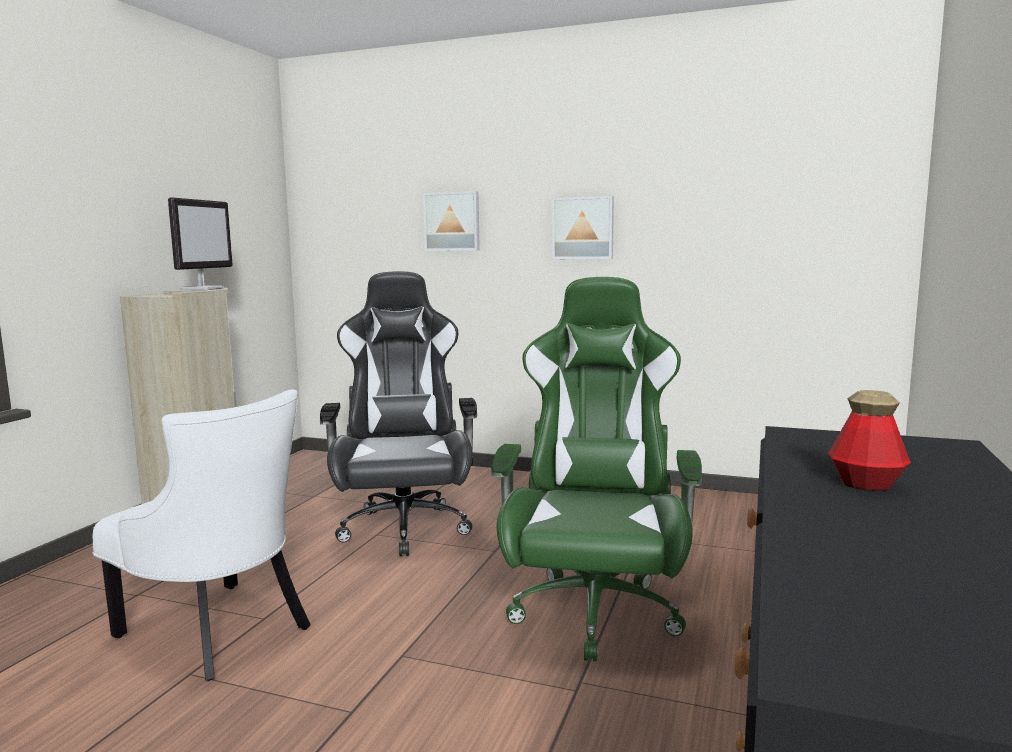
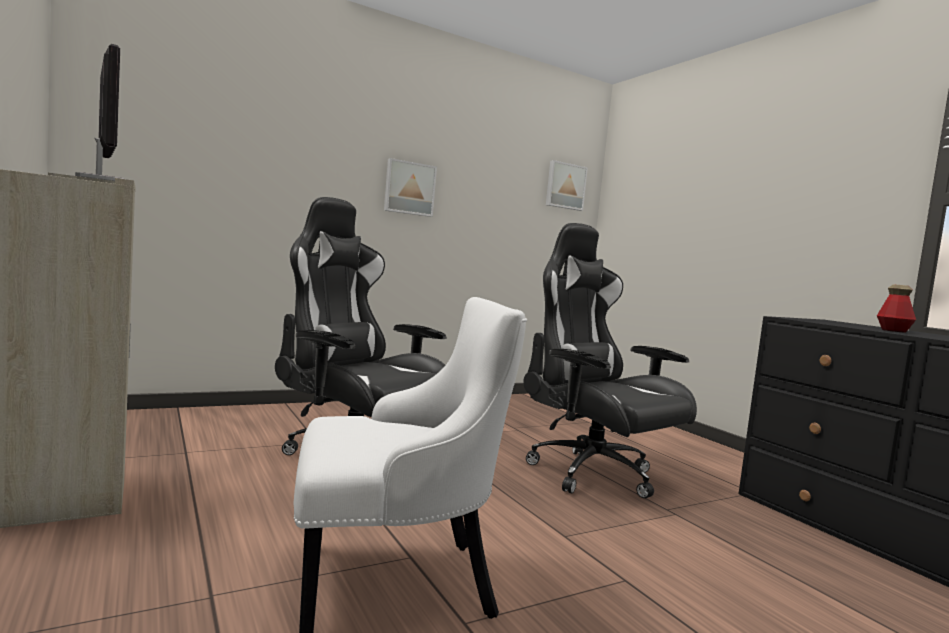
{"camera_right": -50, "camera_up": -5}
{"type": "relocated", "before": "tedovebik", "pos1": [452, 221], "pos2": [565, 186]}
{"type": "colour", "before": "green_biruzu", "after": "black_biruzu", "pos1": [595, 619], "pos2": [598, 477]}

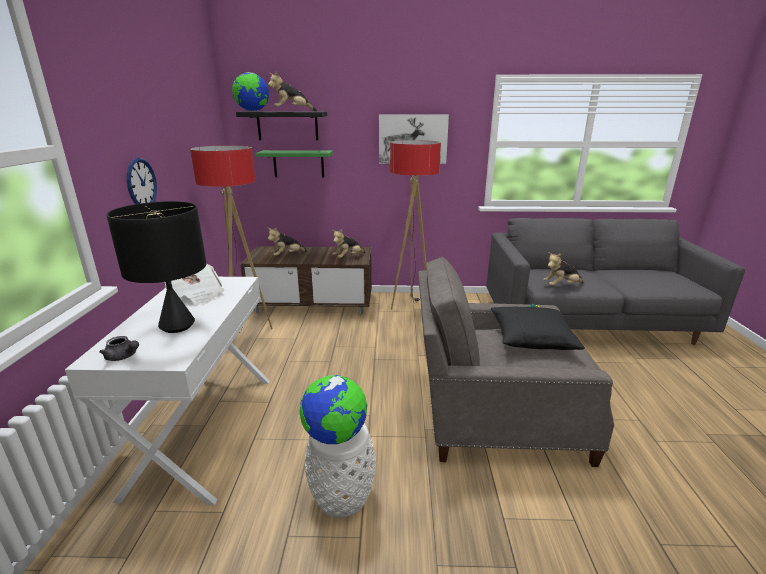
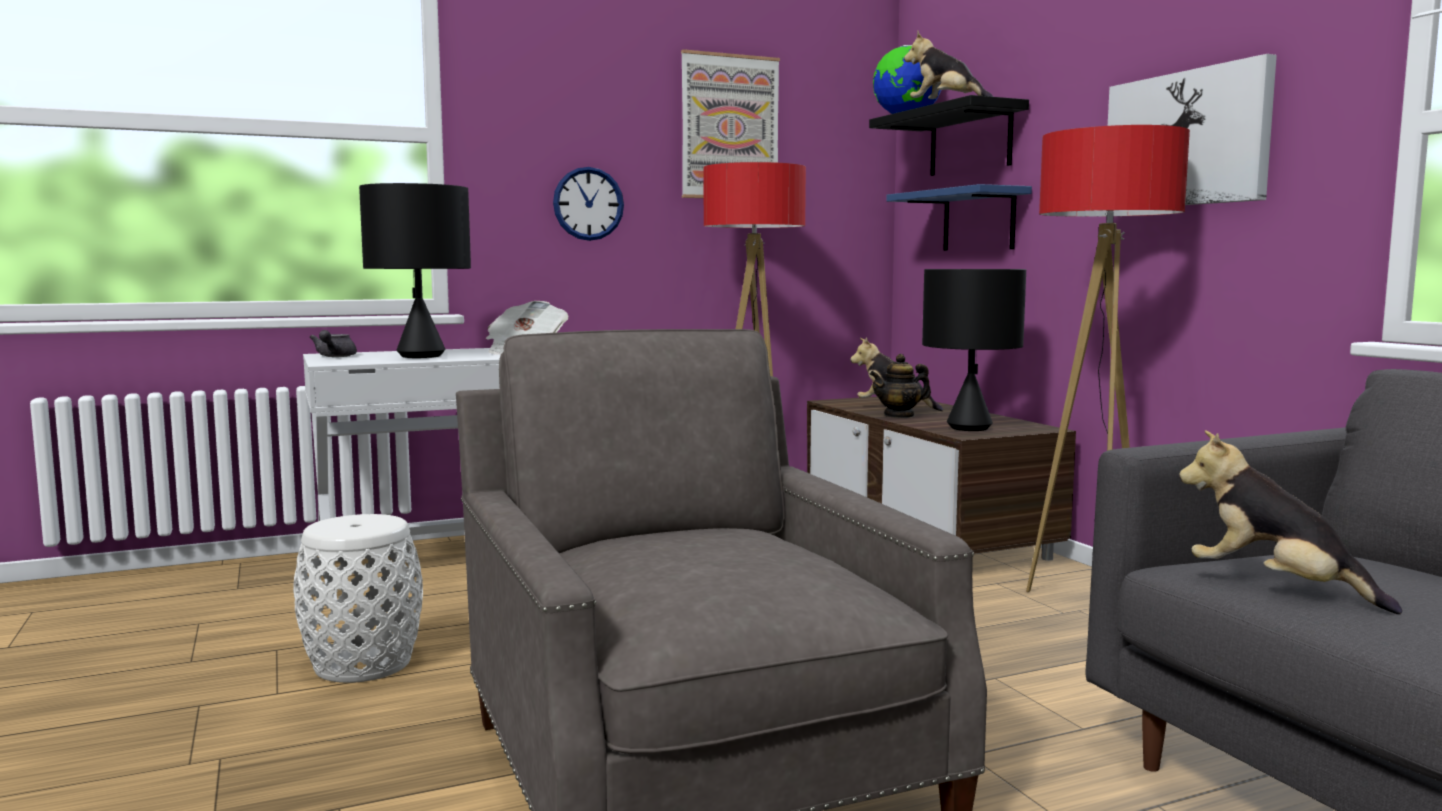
{"camera_right": 65, "camera_up": -15}
{"type": "missing", "before": "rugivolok", "pos1": [335, 435]}
{"type": "missing", "before": "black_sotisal", "pos1": [532, 340]}
{"type": "appeared", "after": "tedovebik", "pos2": [729, 127]}
{"type": "appeared", "after": "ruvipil", "pos2": [899, 416]}
{"type": "exchanged", "before": "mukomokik", "after": "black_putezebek", "pos1": [348, 257], "pos2": [969, 428]}
{"type": "colour", "before": "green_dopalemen", "after": "blue_dopalemen", "pos1": [298, 163], "pos2": [978, 220]}

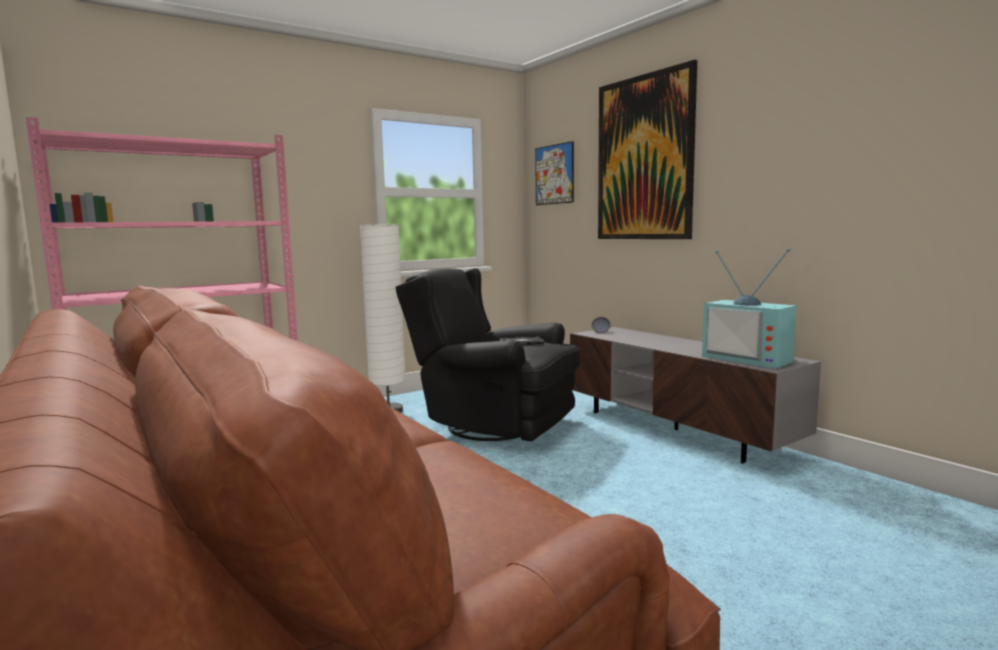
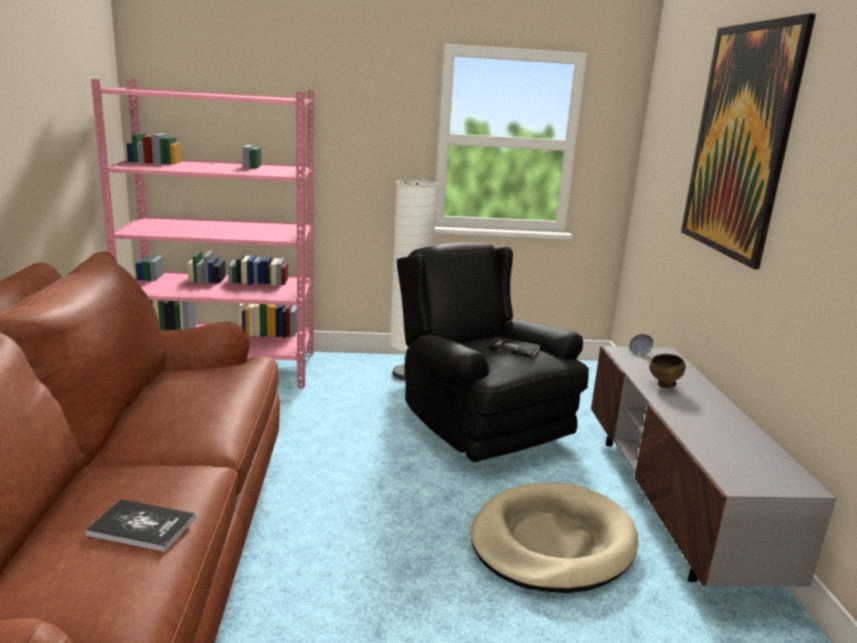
{"camera_right": 30, "camera_up": 10}
{"type": "missing", "before": "tedovebik", "pos1": [554, 174]}
{"type": "missing", "before": "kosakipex", "pos1": [749, 359]}
{"type": "appeared", "after": "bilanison", "pos2": [142, 527]}
{"type": "appeared", "after": "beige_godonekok", "pos2": [551, 542]}
{"type": "appeared", "after": "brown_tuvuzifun", "pos2": [664, 386]}

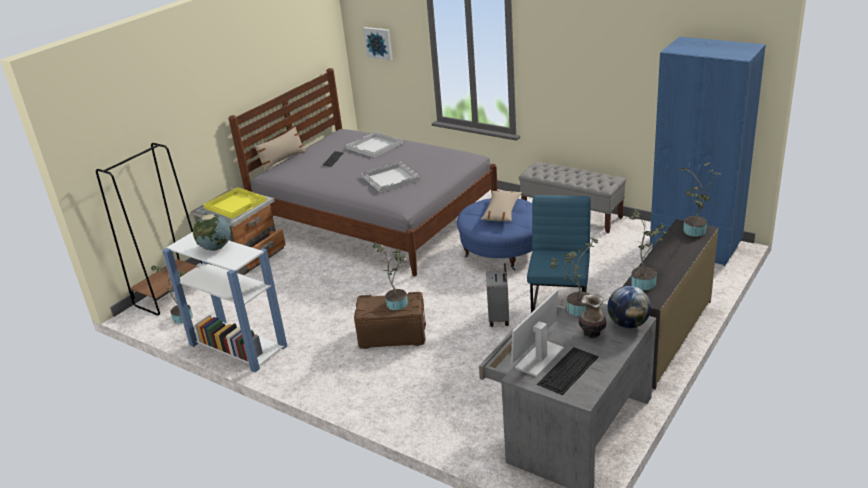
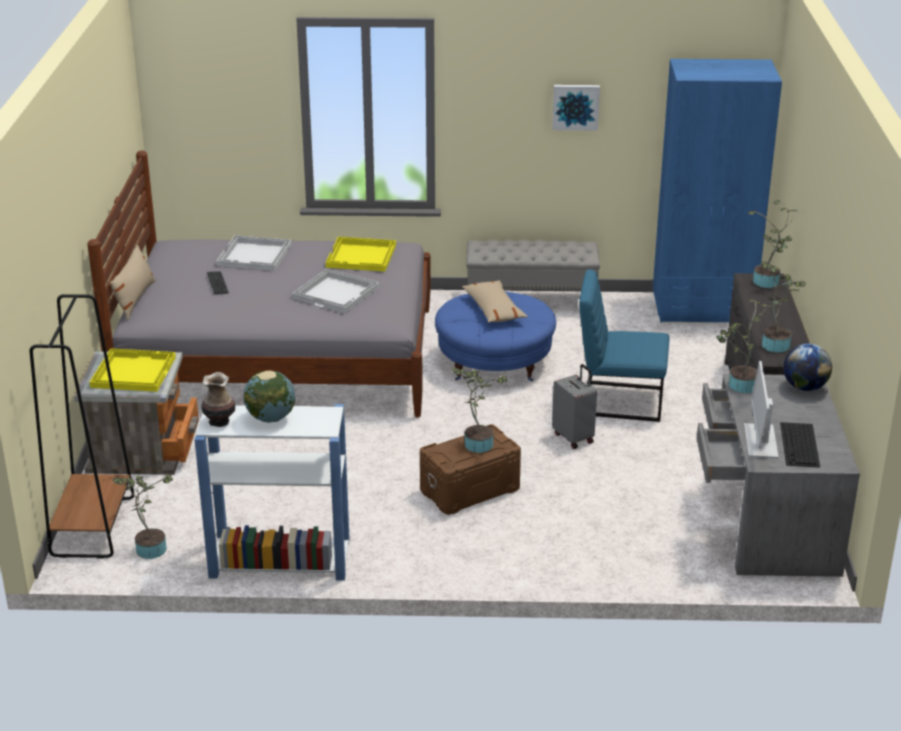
{"camera_right": -35, "camera_up": 0}
{"type": "appeared", "after": "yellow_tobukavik", "pos2": [361, 256]}
{"type": "relocated", "before": "tedovebik", "pos1": [379, 43], "pos2": [575, 106]}
{"type": "relocated", "before": "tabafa", "pos1": [591, 333], "pos2": [219, 421]}
{"type": "spun", "before": "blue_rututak", "pos1": [560, 300], "pos2": [619, 401], "turn": -60}

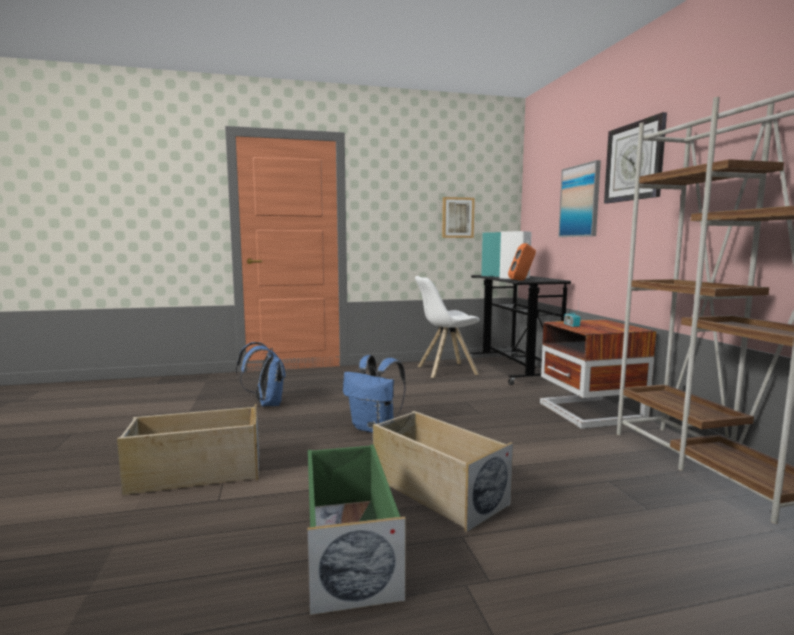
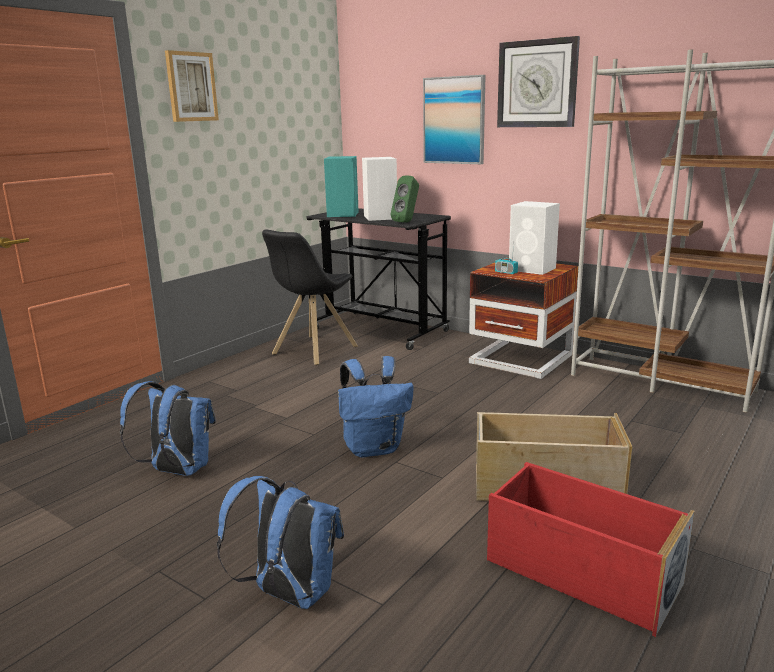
{"camera_right": -40, "camera_up": 10}
{"type": "appeared", "after": "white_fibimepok", "pos2": [533, 269]}
{"type": "relocated", "before": "tedovebik", "pos1": [457, 217], "pos2": [191, 87]}
{"type": "exchanged", "before": "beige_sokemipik", "after": "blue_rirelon", "pos1": [195, 474], "pos2": [289, 595]}
{"type": "colour", "before": "green_sokemipik", "after": "red_sokemipik", "pos1": [348, 548], "pos2": [580, 572]}
{"type": "colour", "before": "white_rututak", "after": "black_rututak", "pos1": [446, 370], "pos2": [314, 350]}
{"type": "colour", "before": "orange_fibimepok", "after": "green_fibimepok", "pos1": [521, 280], "pos2": [407, 222]}

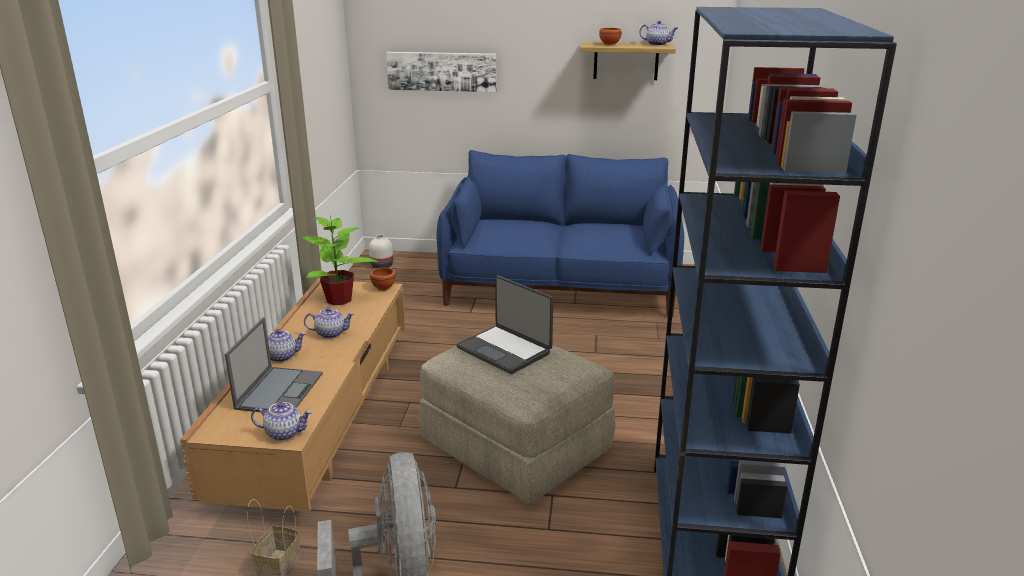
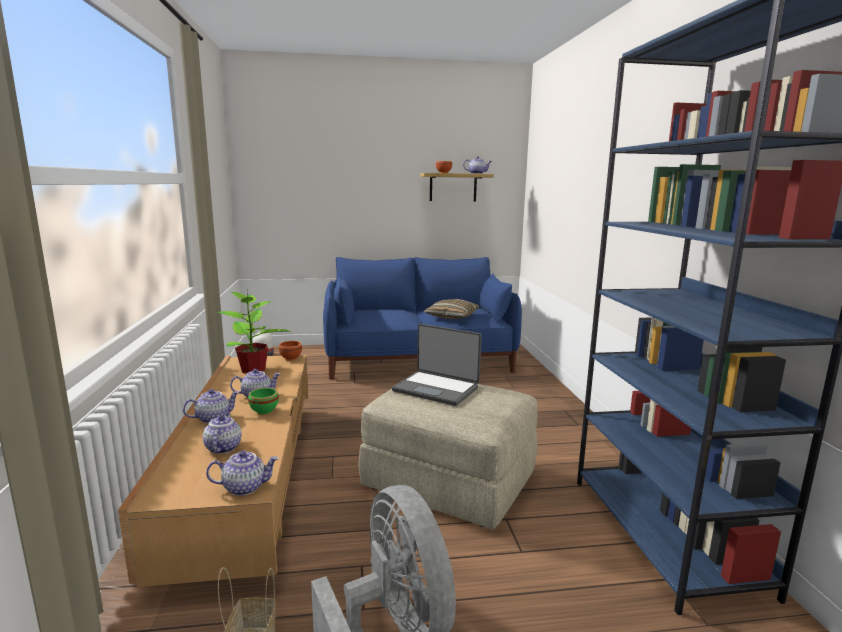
{"camera_right": -15, "camera_up": -10}
{"type": "missing", "before": "tedovebik", "pos1": [442, 71]}
{"type": "appeared", "after": "green_tuvuzifun", "pos2": [264, 412]}
{"type": "appeared", "after": "sotisal", "pos2": [452, 316]}
{"type": "exchanged", "before": "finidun", "after": "ruvipil", "pos1": [279, 390], "pos2": [223, 447]}

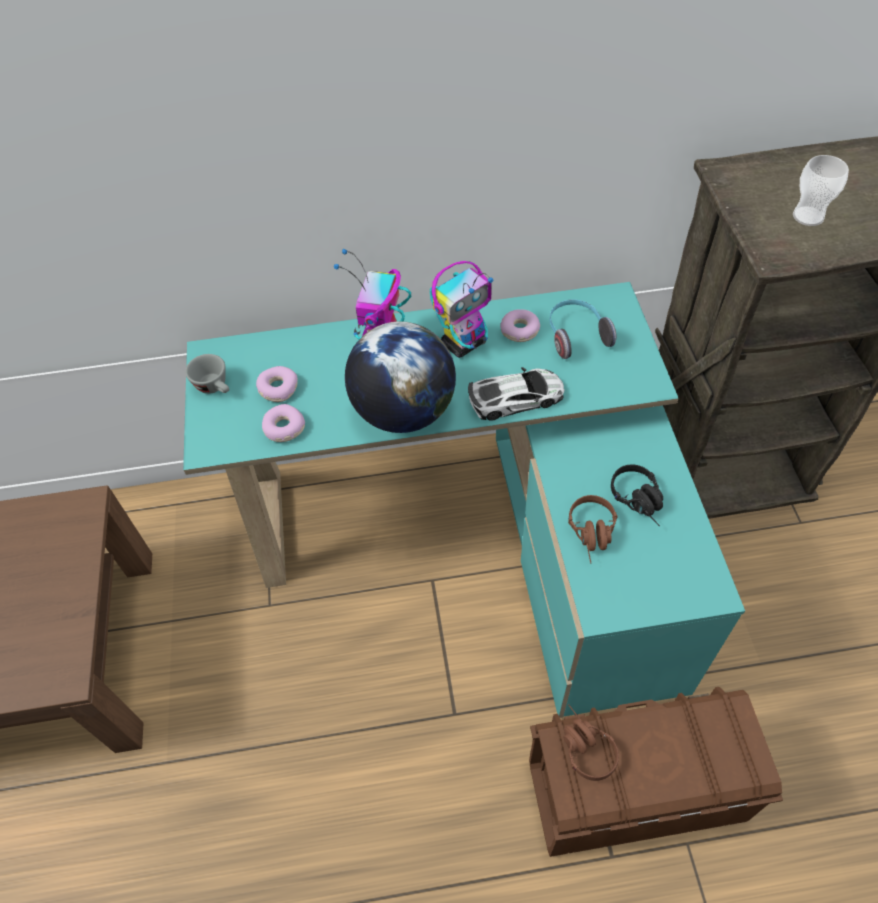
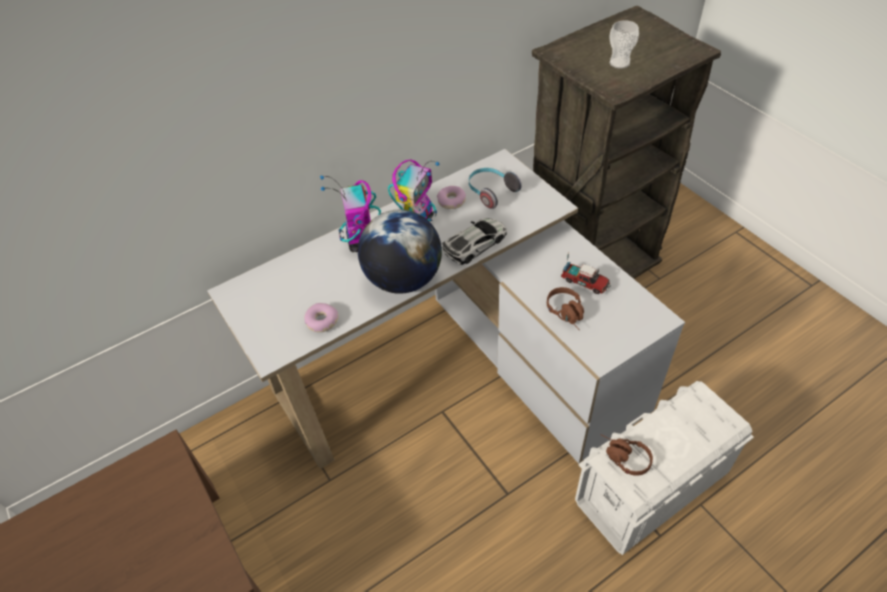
{"camera_right": -25, "camera_up": -5}
{"type": "missing", "before": "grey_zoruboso", "pos1": [215, 387]}
{"type": "missing", "before": "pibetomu", "pos1": [278, 388]}
{"type": "exchanged", "before": "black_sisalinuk", "after": "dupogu", "pos1": [640, 501], "pos2": [585, 282]}
{"type": "colour", "before": "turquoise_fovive", "after": "white_fovive", "pos1": [479, 534], "pos2": [458, 367]}
{"type": "colour", "before": "brown_sokemipik", "after": "white_sokemipik", "pos1": [632, 791], "pos2": [650, 488]}

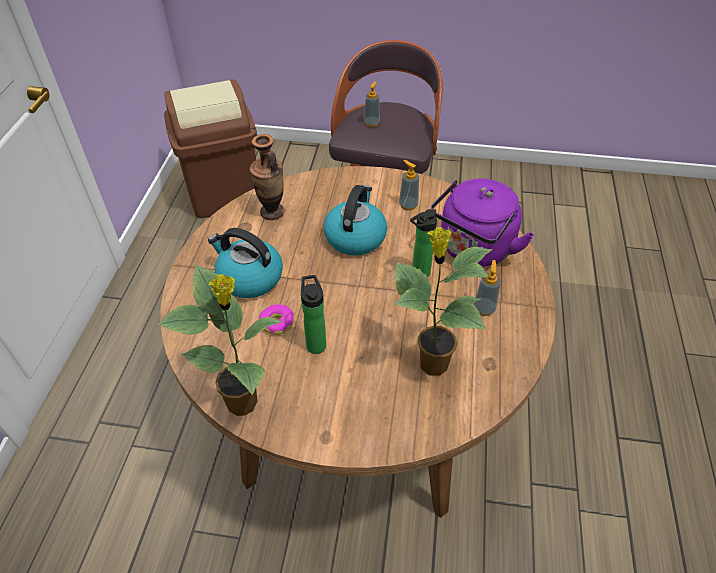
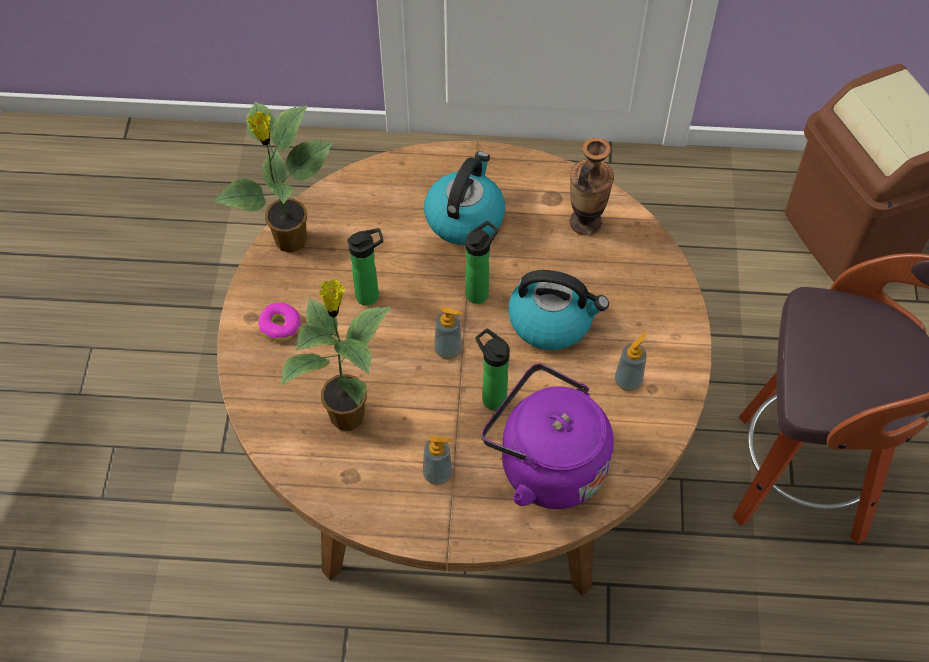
{"camera_right": 85, "camera_up": 10}
{"type": "appeared", "after": "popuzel", "pos2": [479, 292]}
{"type": "relocated", "before": "pibetomu", "pos1": [277, 323], "pos2": [280, 326]}
{"type": "relocated", "before": "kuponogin", "pos1": [371, 123], "pos2": [448, 349]}

